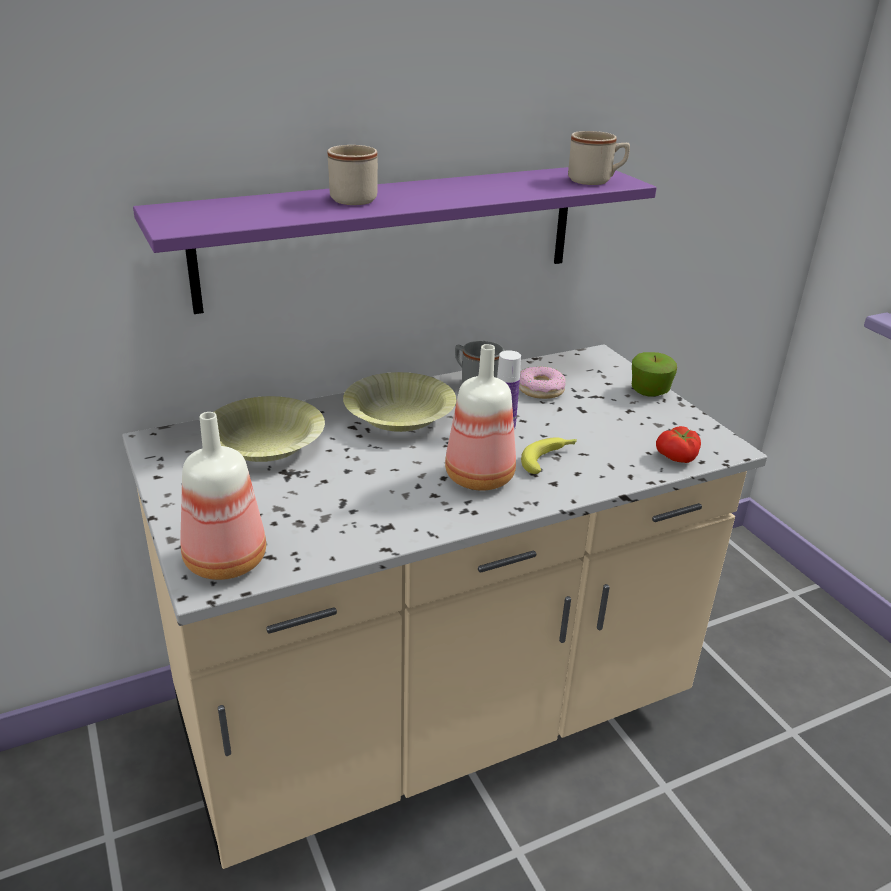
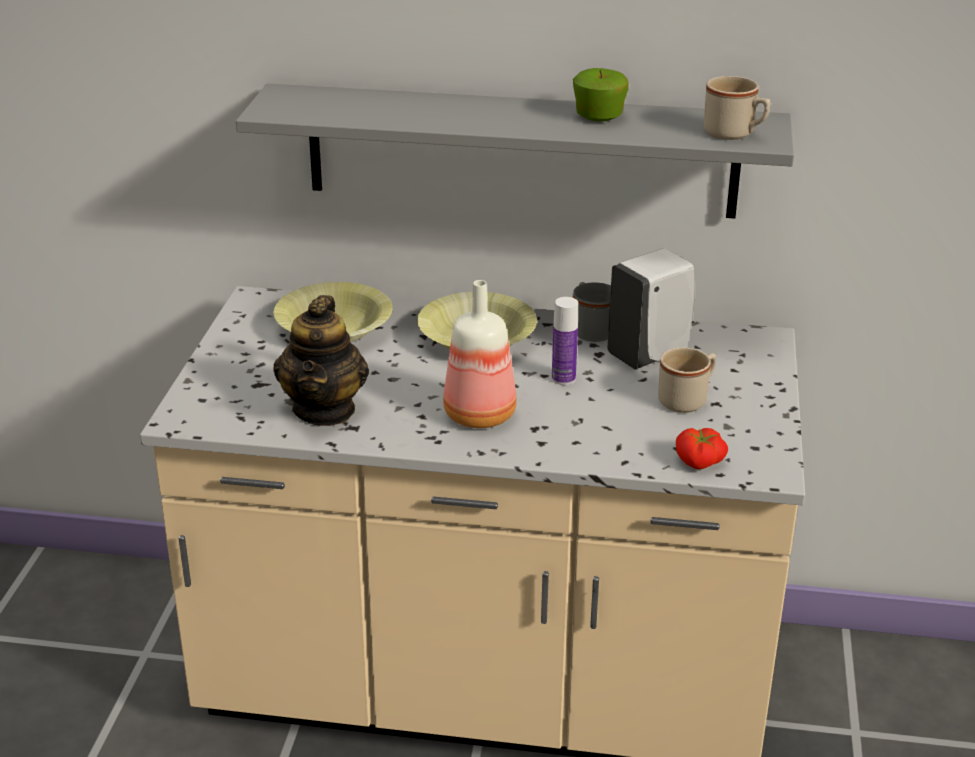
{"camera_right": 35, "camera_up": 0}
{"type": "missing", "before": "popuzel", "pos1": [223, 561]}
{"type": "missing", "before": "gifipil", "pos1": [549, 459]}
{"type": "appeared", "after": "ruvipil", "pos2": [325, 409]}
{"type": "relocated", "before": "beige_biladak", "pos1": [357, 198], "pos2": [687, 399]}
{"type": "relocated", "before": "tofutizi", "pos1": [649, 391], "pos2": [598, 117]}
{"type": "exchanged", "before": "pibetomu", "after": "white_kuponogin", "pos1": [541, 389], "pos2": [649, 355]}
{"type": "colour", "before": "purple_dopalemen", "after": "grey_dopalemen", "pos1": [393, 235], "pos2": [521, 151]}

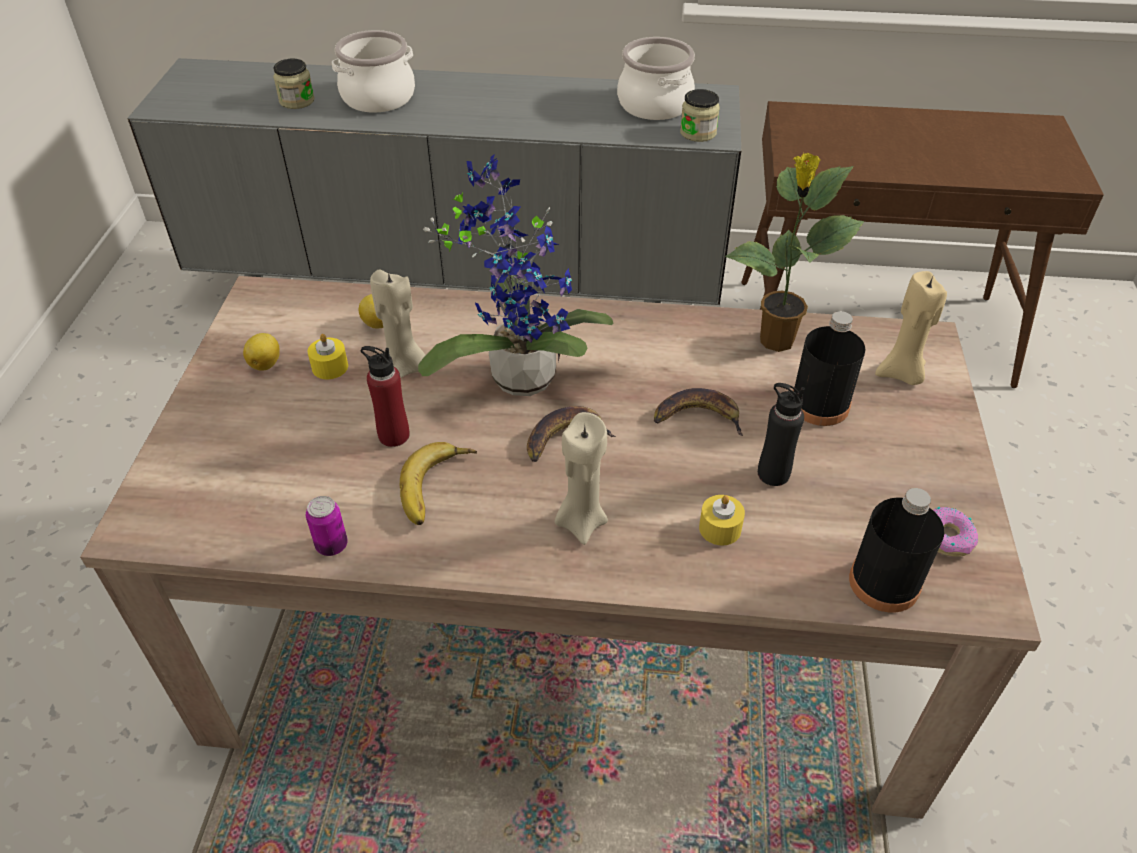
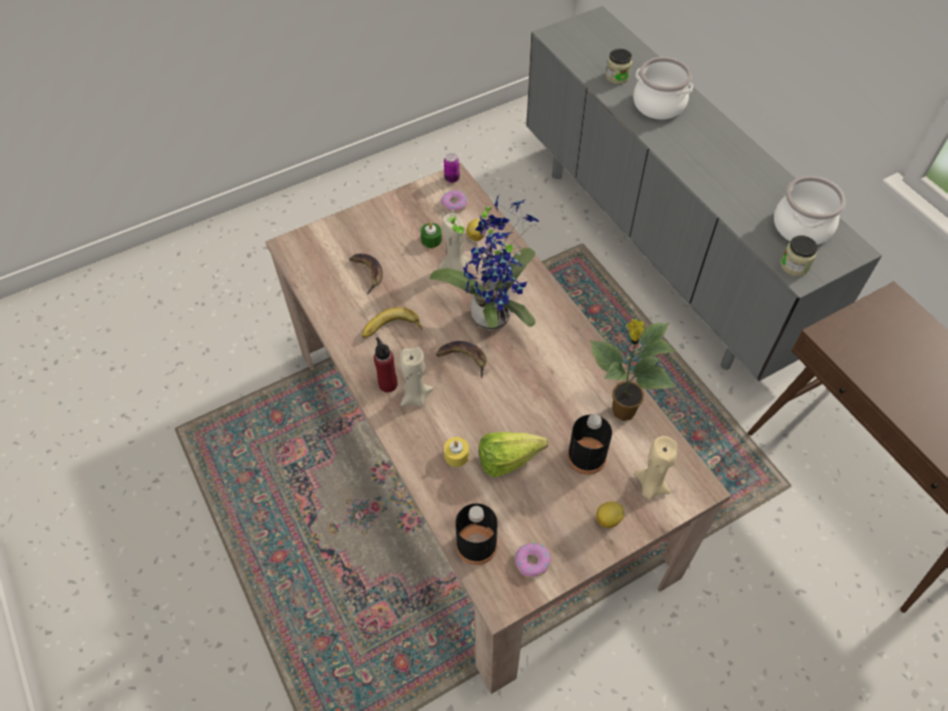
{"camera_right": 55, "camera_up": 10}
{"type": "appeared", "after": "pibetomu", "pos2": [454, 204]}
{"type": "relocated", "before": "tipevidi", "pos1": [266, 363], "pos2": [609, 519]}
{"type": "relocated", "before": "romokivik", "pos1": [332, 545], "pos2": [452, 178]}
{"type": "relocated", "before": "red_popuzel", "pos1": [393, 435], "pos2": [388, 384]}
{"type": "relocated", "before": "gifipil", "pos1": [698, 417], "pos2": [368, 273]}
{"type": "exchanged", "before": "black_popuzel", "after": "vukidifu", "pos1": [773, 473], "pos2": [513, 460]}
{"type": "colour", "before": "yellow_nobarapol", "after": "green_nobarapol", "pos1": [330, 367], "pos2": [431, 240]}

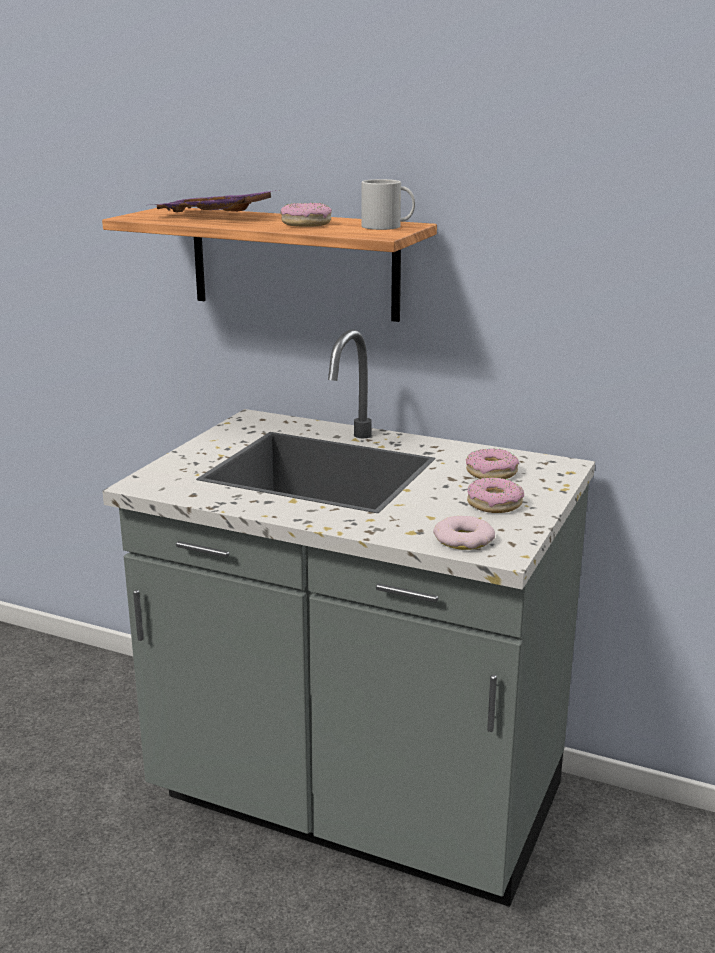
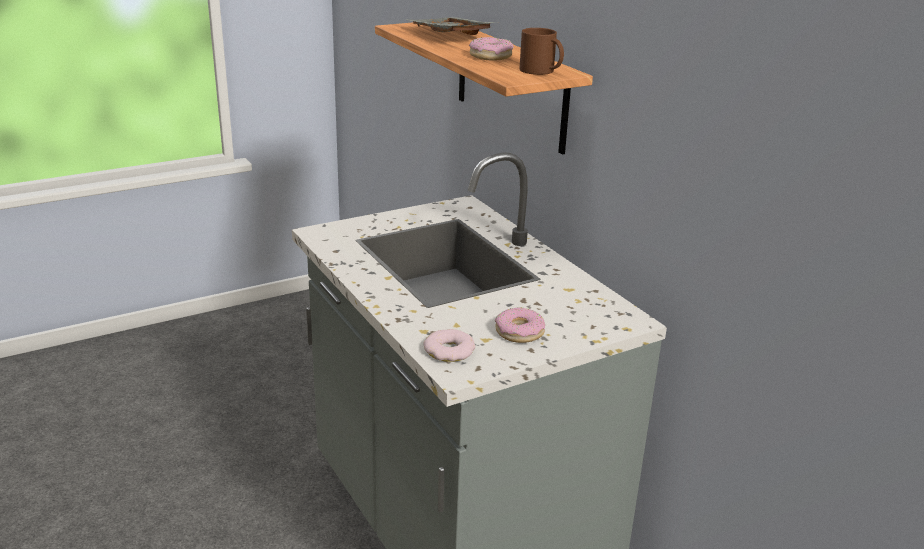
{"camera_right": 35, "camera_up": 5}
{"type": "missing", "before": "pibetomu", "pos1": [491, 473]}
{"type": "colour", "before": "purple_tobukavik", "after": "grey_tobukavik", "pos1": [213, 216], "pos2": [448, 36]}
{"type": "colour", "before": "white_biladak", "after": "brown_biladak", "pos1": [385, 227], "pos2": [538, 71]}

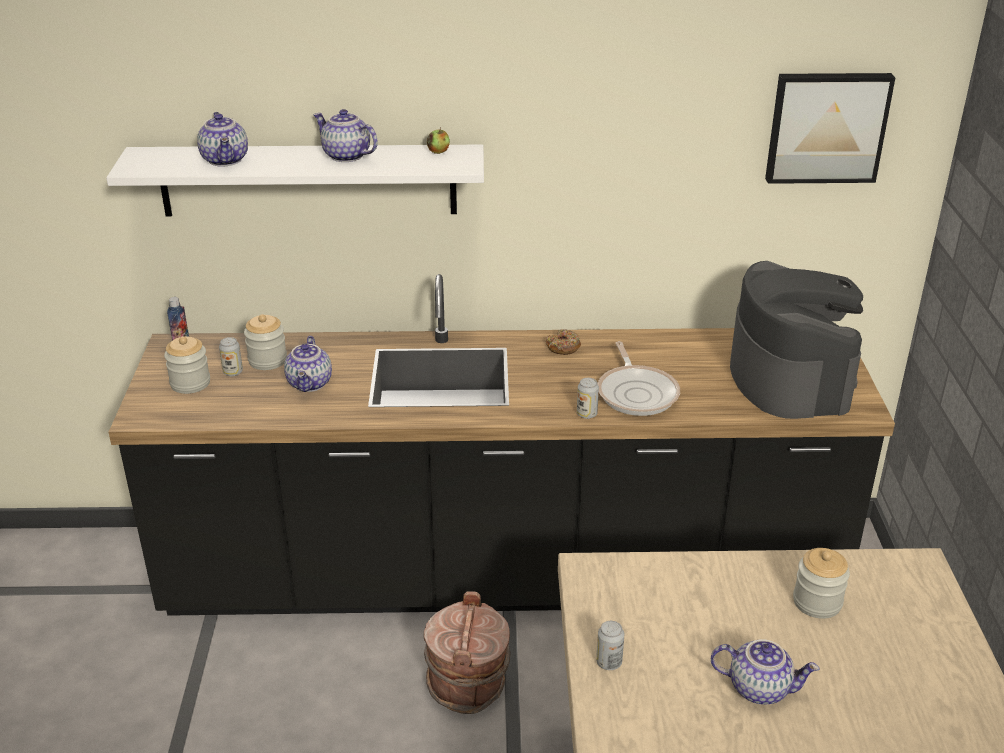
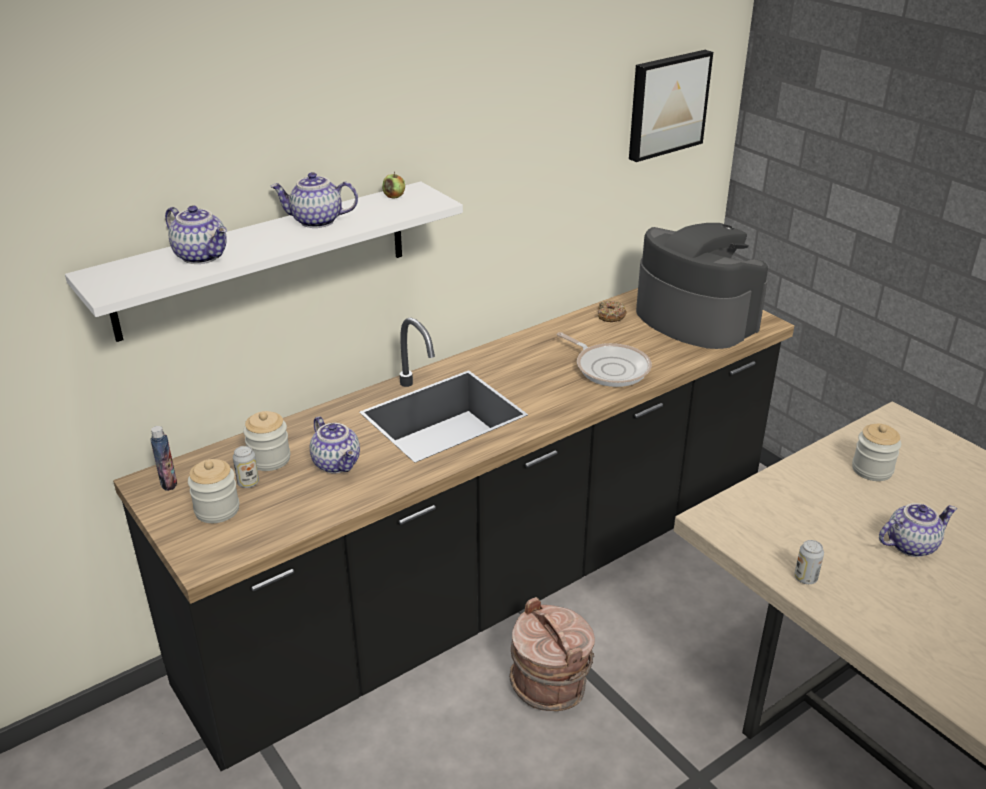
{"camera_right": -35, "camera_up": 0}
{"type": "missing", "before": "romokivik", "pos1": [586, 414]}
{"type": "relocated", "before": "pibetomu", "pos1": [563, 347], "pos2": [610, 316]}

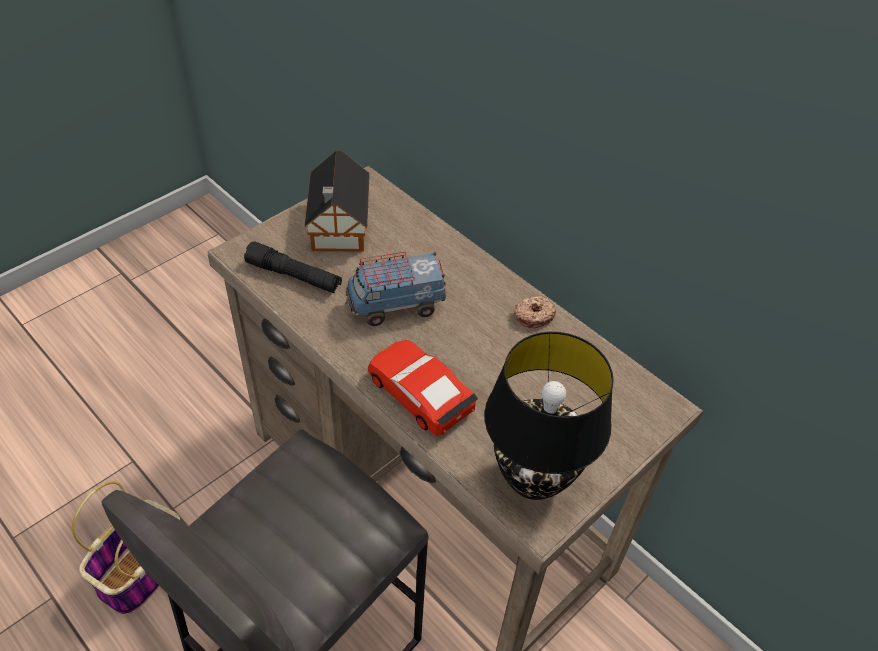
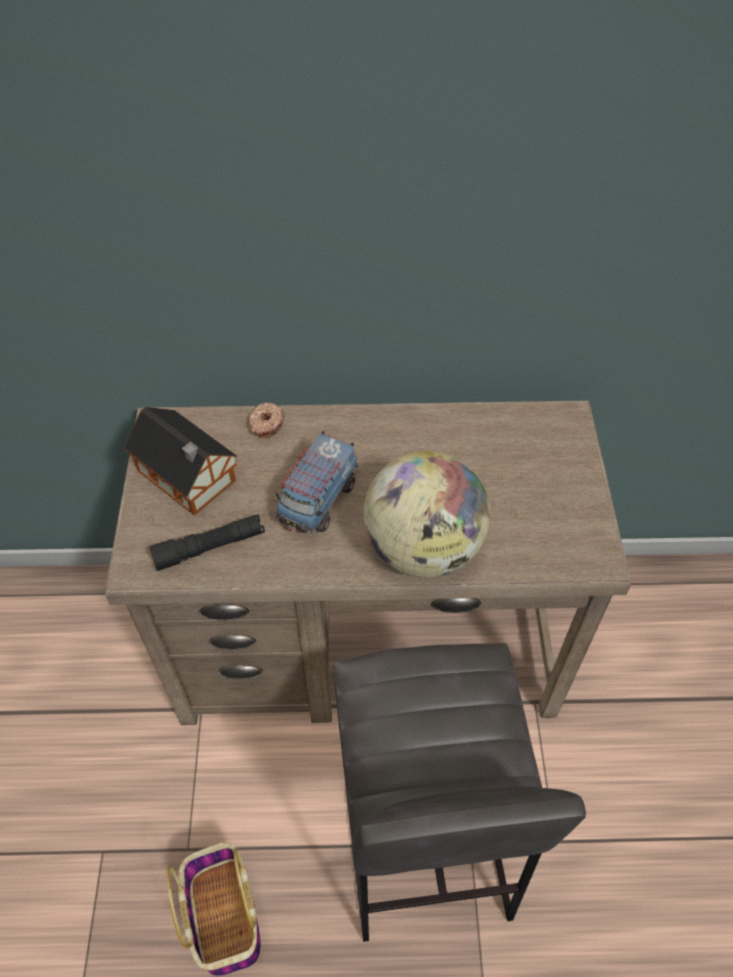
{"camera_right": -45, "camera_up": 5}
{"type": "missing", "before": "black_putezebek", "pos1": [534, 478]}
{"type": "relocated", "before": "pibetomu", "pos1": [533, 315], "pos2": [266, 424]}
{"type": "exchanged", "before": "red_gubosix", "after": "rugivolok", "pos1": [420, 394], "pos2": [423, 548]}

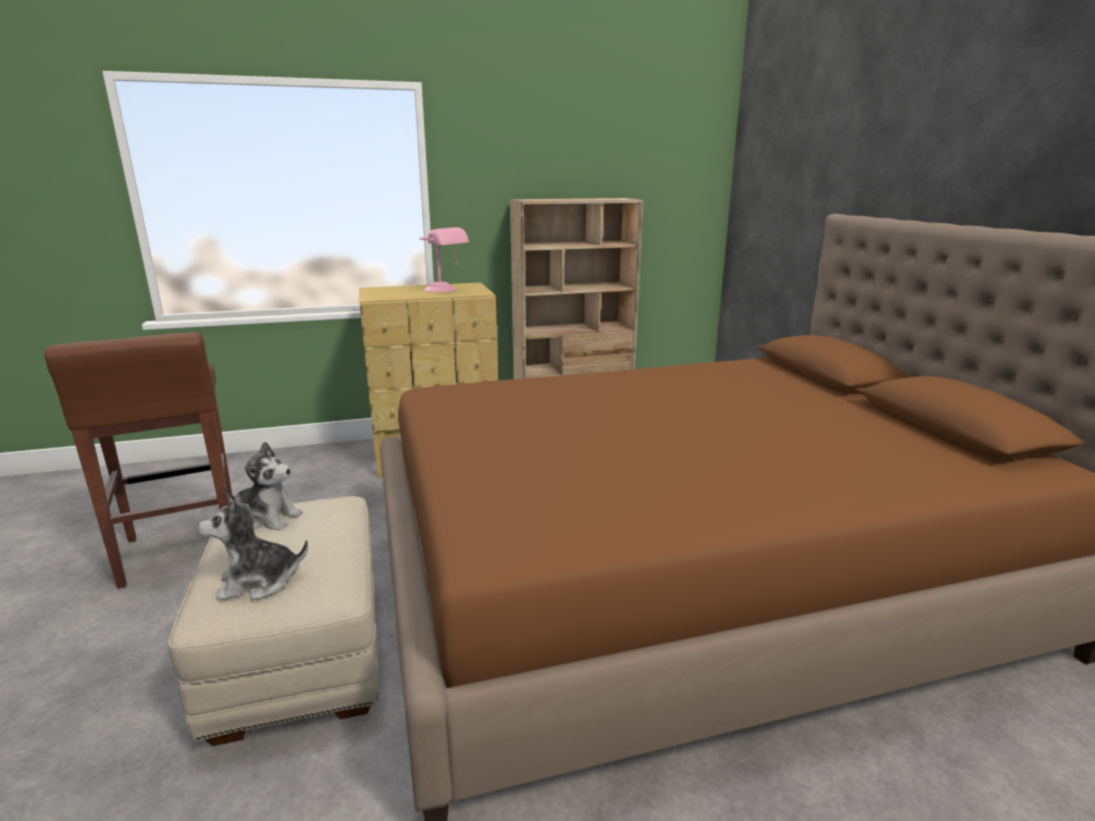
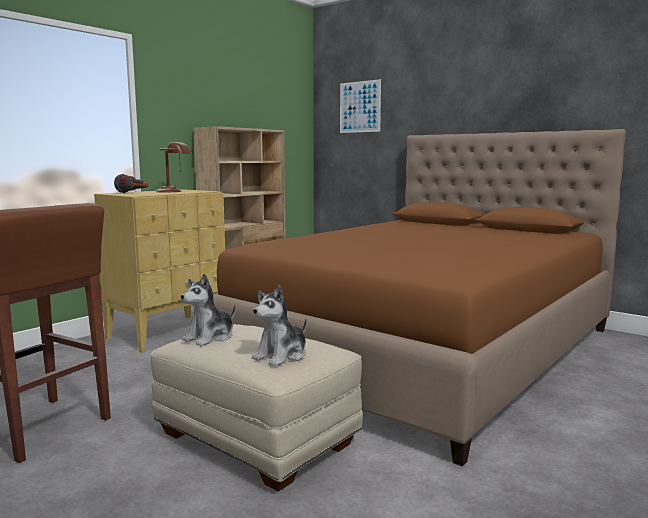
{"camera_right": -35, "camera_up": -10}
{"type": "appeared", "after": "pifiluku", "pos2": [134, 193]}
{"type": "appeared", "after": "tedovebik", "pos2": [360, 107]}
{"type": "colour", "before": "pink_putezebek", "after": "brown_putezebek", "pos1": [445, 290], "pos2": [174, 191]}
{"type": "spun", "before": "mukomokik", "pos1": [267, 519], "pos2": [210, 337], "turn": 150}

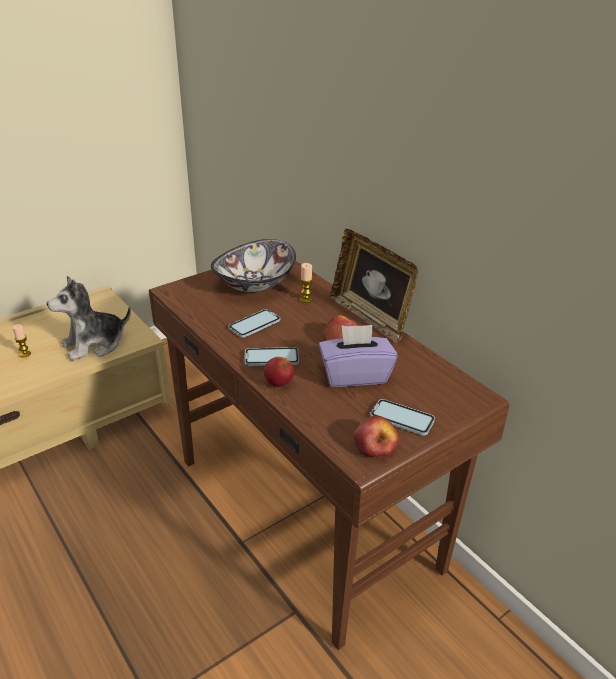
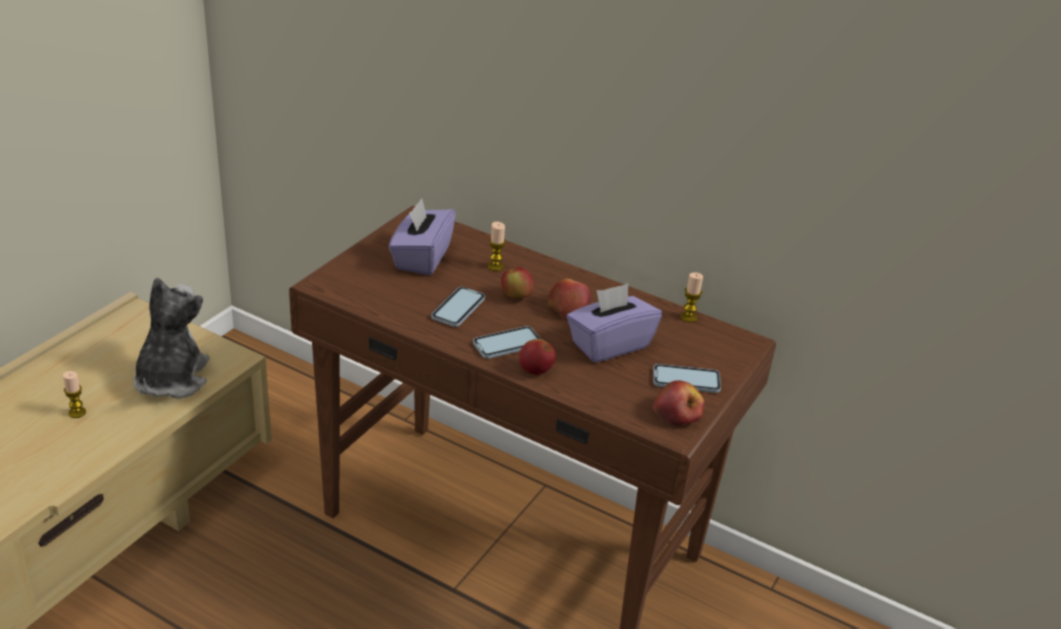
{"camera_right": -25, "camera_up": 0}
{"type": "missing", "before": "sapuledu", "pos1": [370, 317]}
{"type": "appeared", "after": "tofutizi", "pos2": [516, 296]}
{"type": "appeared", "after": "nobarapol", "pos2": [688, 317]}
{"type": "exchanged", "before": "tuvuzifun", "after": "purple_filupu", "pos1": [255, 284], "pos2": [421, 258]}
{"type": "spun", "before": "mukomokik", "pos1": [94, 344], "pos2": [171, 379], "turn": 150}

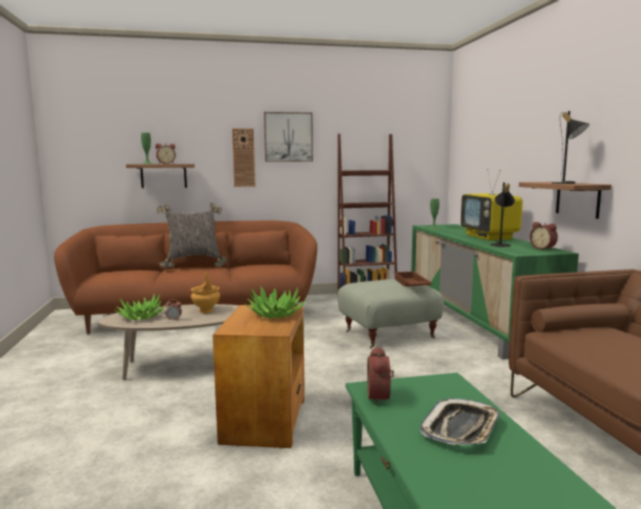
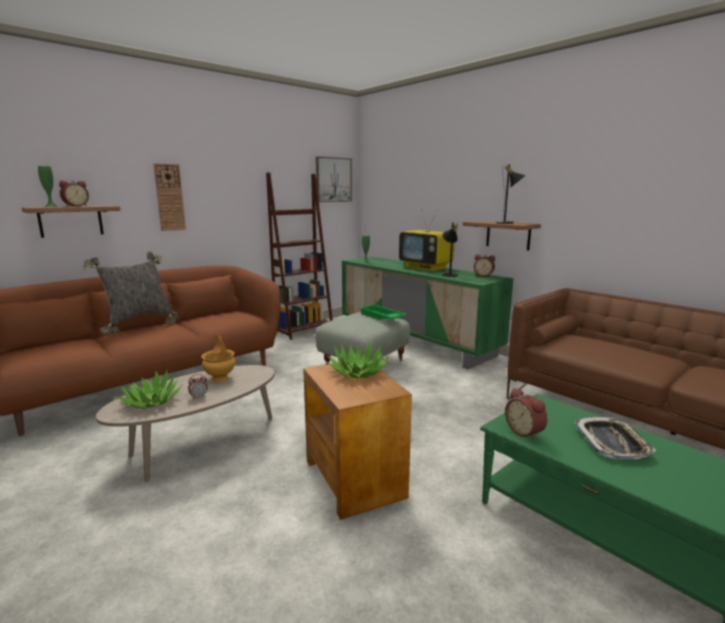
{"camera_right": -30, "camera_up": 5}
{"type": "relocated", "before": "tedovebik", "pos1": [288, 137], "pos2": [333, 180]}
{"type": "colour", "before": "brown_tobukavik", "after": "green_tobukavik", "pos1": [410, 284], "pos2": [381, 317]}

